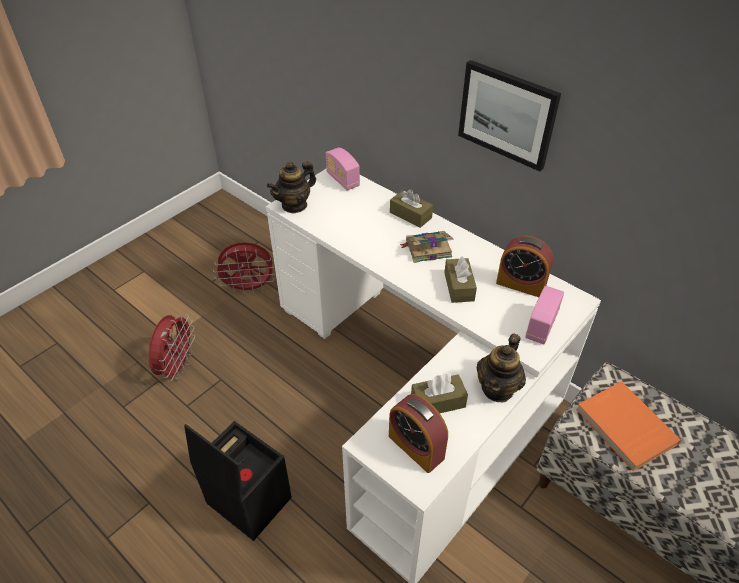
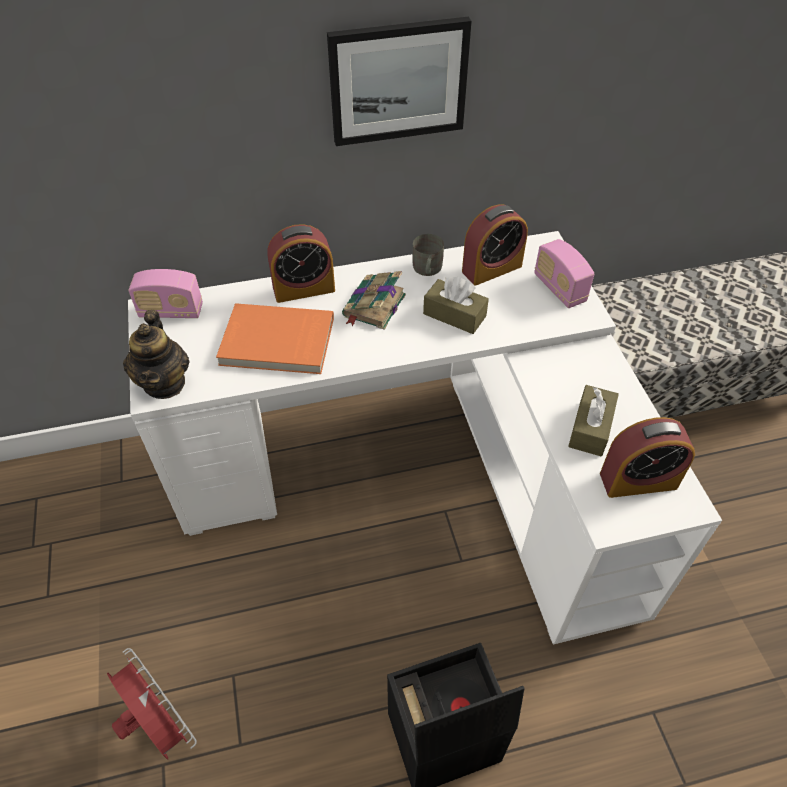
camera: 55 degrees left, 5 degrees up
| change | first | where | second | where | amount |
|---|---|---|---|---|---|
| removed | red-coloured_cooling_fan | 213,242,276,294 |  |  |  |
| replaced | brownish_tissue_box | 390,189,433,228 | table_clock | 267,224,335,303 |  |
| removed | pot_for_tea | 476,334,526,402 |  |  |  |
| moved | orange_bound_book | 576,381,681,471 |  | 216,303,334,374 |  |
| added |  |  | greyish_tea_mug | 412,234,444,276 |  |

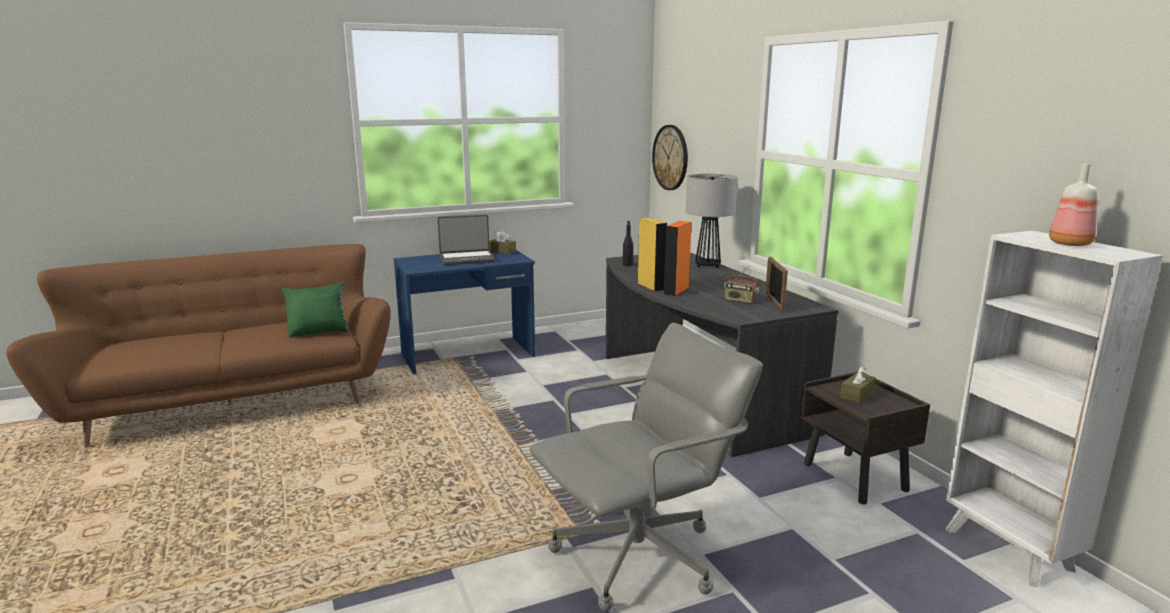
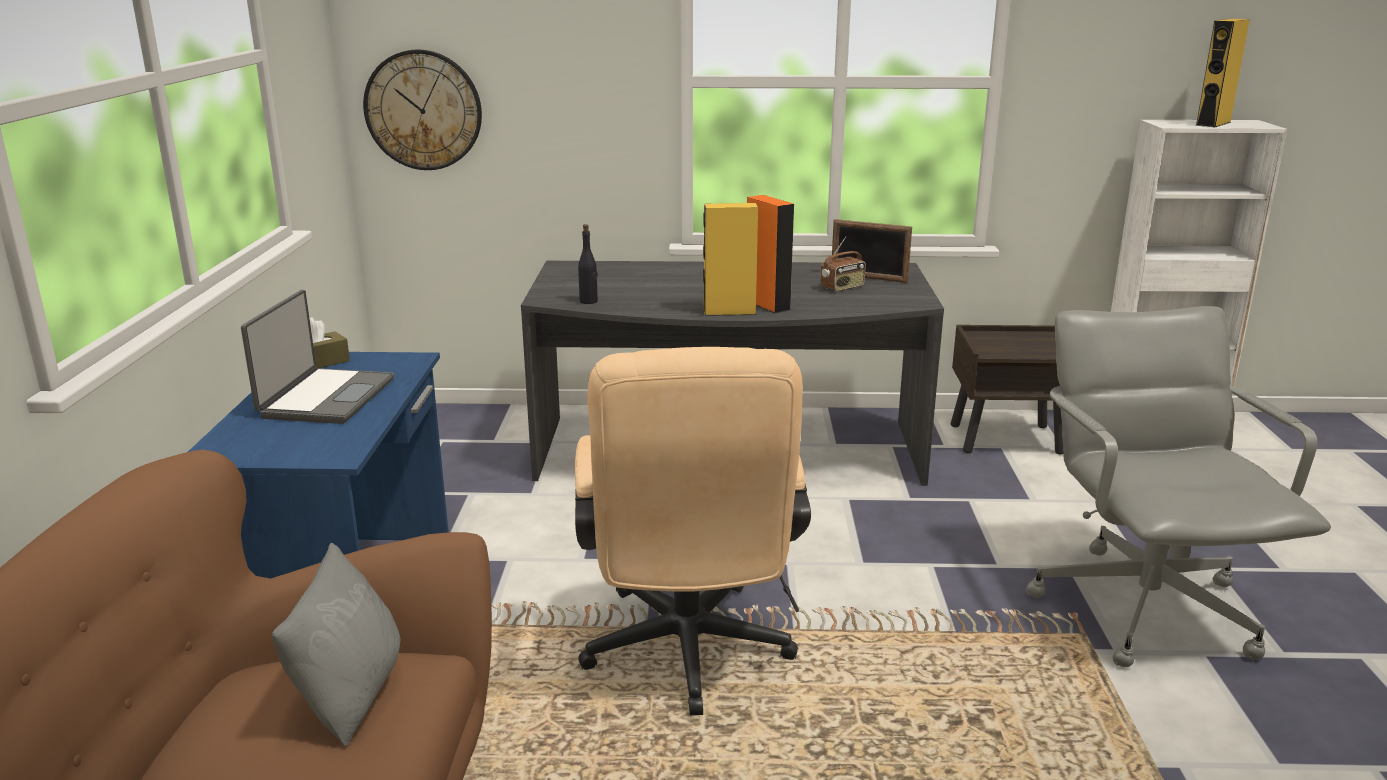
camera: 65 degrees left, 5 degrees up
| change | first | where | second | where | amount |
|---|---|---|---|---|---|
| recoloured | green_cushion | 282,281,349,338 | greyish_cushion | 272,543,400,746 |  |
| removed | table_lamp | 686,174,738,268 |  |  |  |
| removed | brownish_tissue_box | 840,366,876,403 |  |  |  |
| replaced | drink_bottle | 1049,164,1098,246 | yellow_audio_speaker | 1195,19,1250,127 |  |
| added |  |  | beige-coloured_computer_chair | 575,347,811,715 |  |

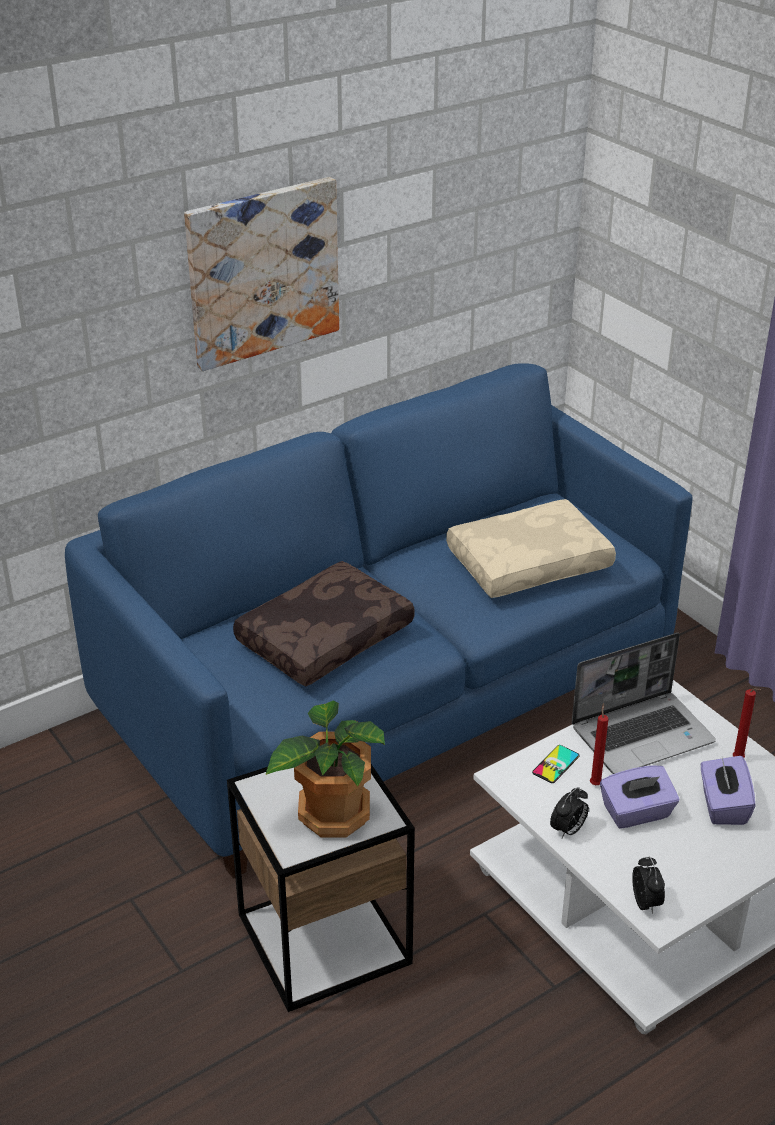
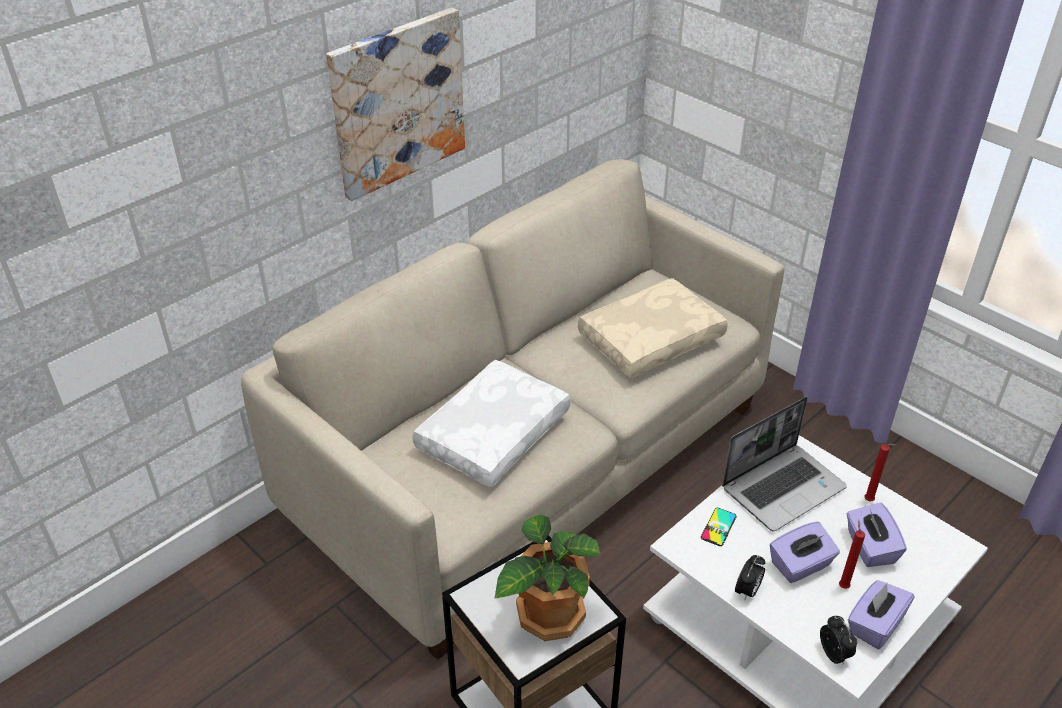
camera: 10 degrees left, 5 degrees up
| change | first | where | second | where | amount |
|---|---|---|---|---|---|
| recoloured | blue-coloured_settee | 65,363,693,878 | beige-coloured_settee | 241,160,784,660 |  |
| recoloured | brownish_cushion | 233,561,415,687 | white_cushion | 412,360,571,487 |  |
| moved | red-coloured_candle | 590,703,609,785 |  | 839,520,865,589 |  |
| added |  |  | purple_tissue_box | 848,580,914,649 |  |

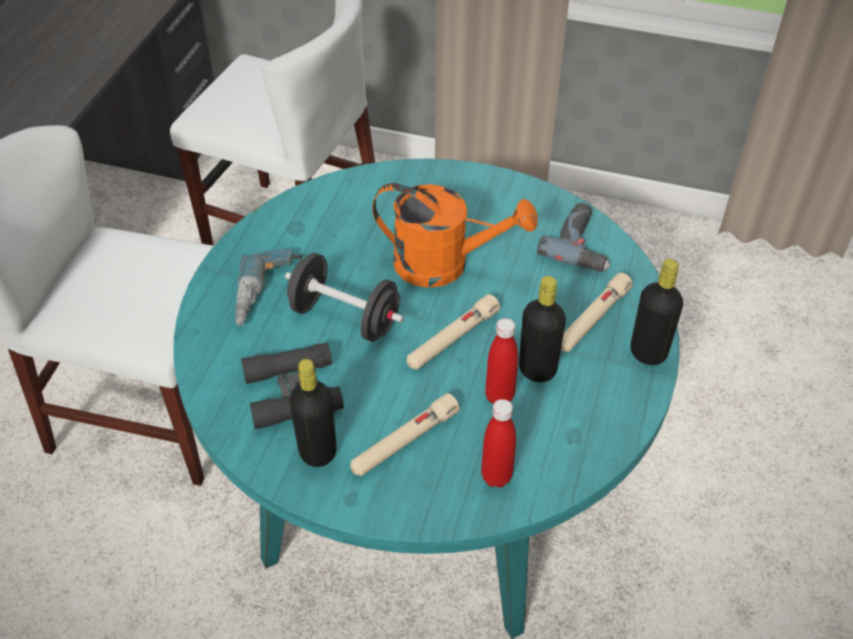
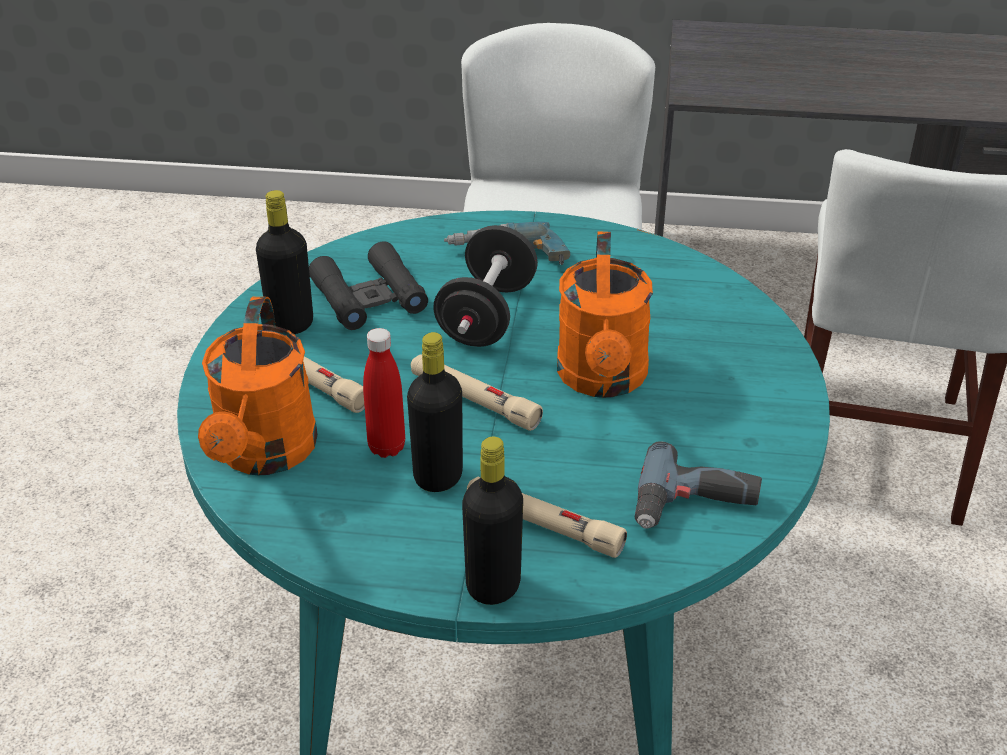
camera: 80 degrees right, 10 degrees down
| change | first | where | second | where | amount |
|---|---|---|---|---|---|
| replaced | red-coloured_drink_bottle | 481,399,516,488 | orange_watering_pot | 198,297,318,475 |  |

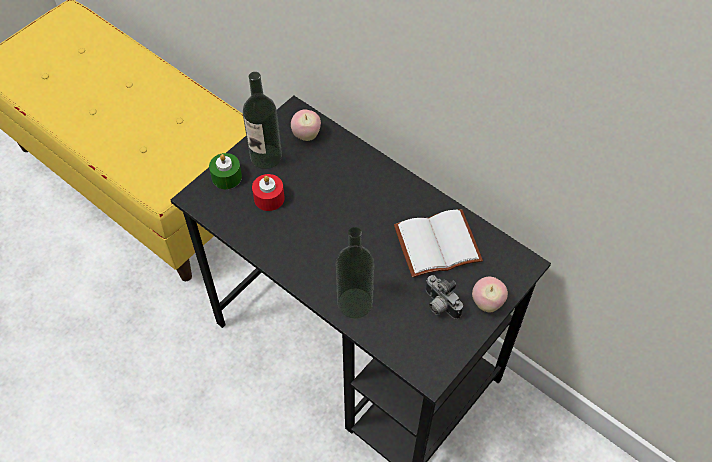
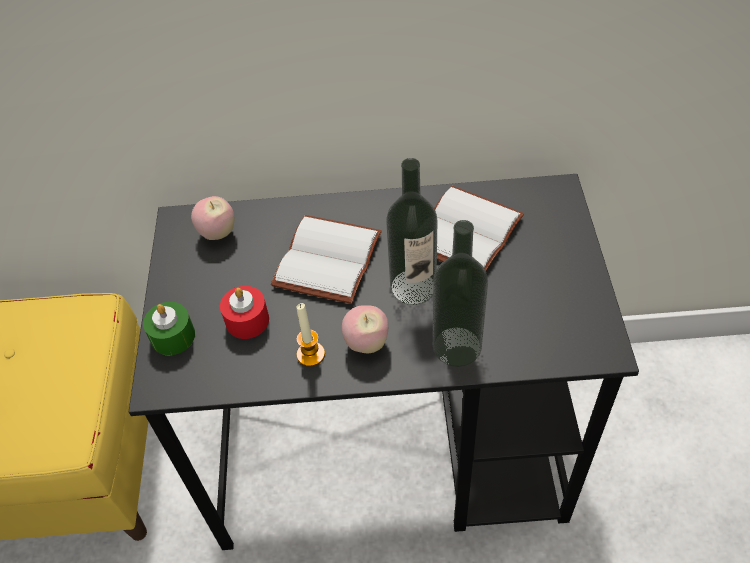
camera: 40 degrees left, 5 degrees down
| change | first | where | second | where | amount |
|---|---|---|---|---|---|
| moved | drink_bottle | 243,72,282,169 |  | 386,158,438,305 |  |
| removed | photo_camera | 426,275,463,319 |  |  |  |
| moved | apple | 472,277,508,312 |  | 342,305,388,353 |  |
| added |  |  | white_bound_book | 271,215,382,304 |  |
| added |  |  | candle | 296,303,325,367 |  |

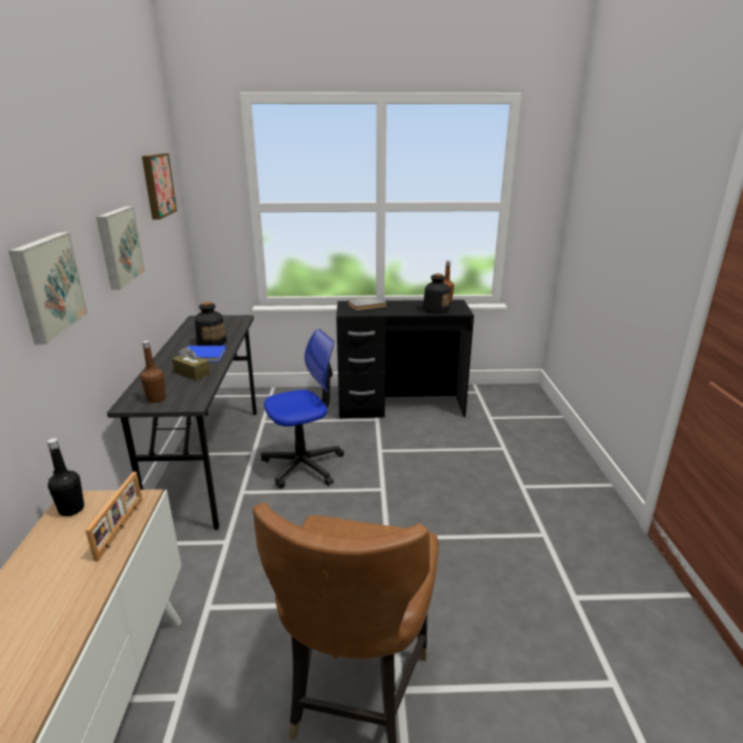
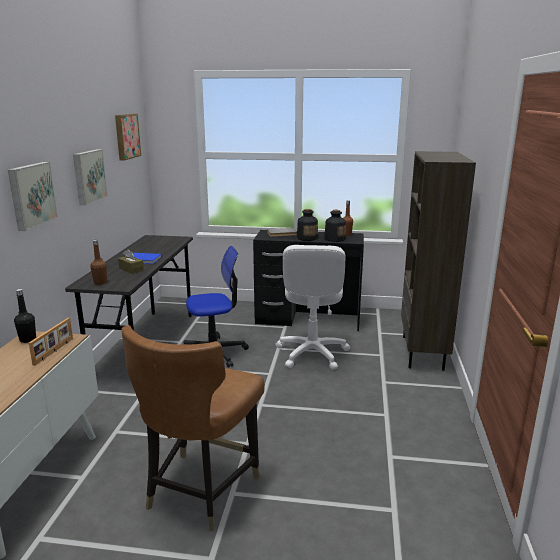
camera: 10 degrees right, 5 degrees down
| change | first | where | second | where | amount |
|---|---|---|---|---|---|
| moved | drink_bottle | 195,302,227,346 |  | 297,209,318,241 |  |
| added |  |  | white_computer_chair | 275,245,350,370 |  |
| added |  |  | brownish_bookcase | 401,151,476,371 |  |

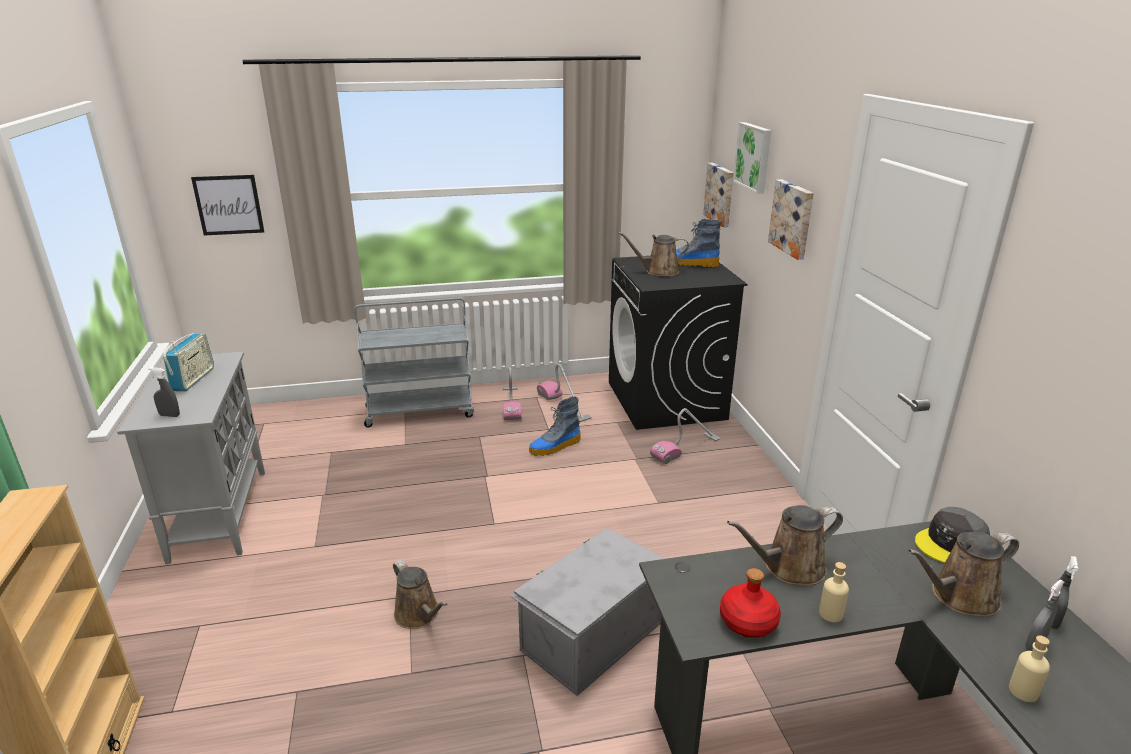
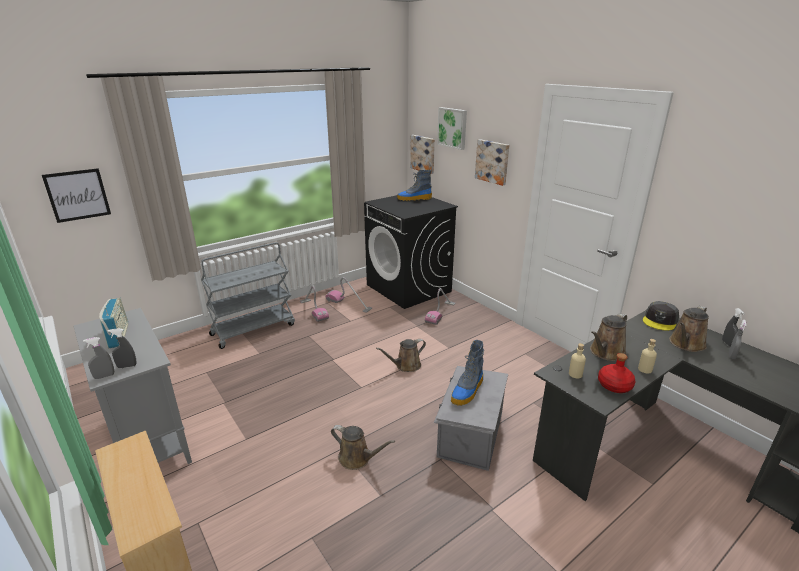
camera: 25 degrees left, 0 degrees up
| change | first | where | second | where | amount |
|---|---|---|---|---|---|
| moved | boot | 529,396,581,456 |  | 451,340,484,406 |  |
| moved | brownish_watering_pot | 619,232,689,277 |  | 376,339,426,372 |  |
| moved | beige-coloured_drink_bottle | 1009,635,1050,702 |  | 569,343,586,378 |  |
| added |  |  | greyish_spray_bottle | 83,337,114,379 |  |

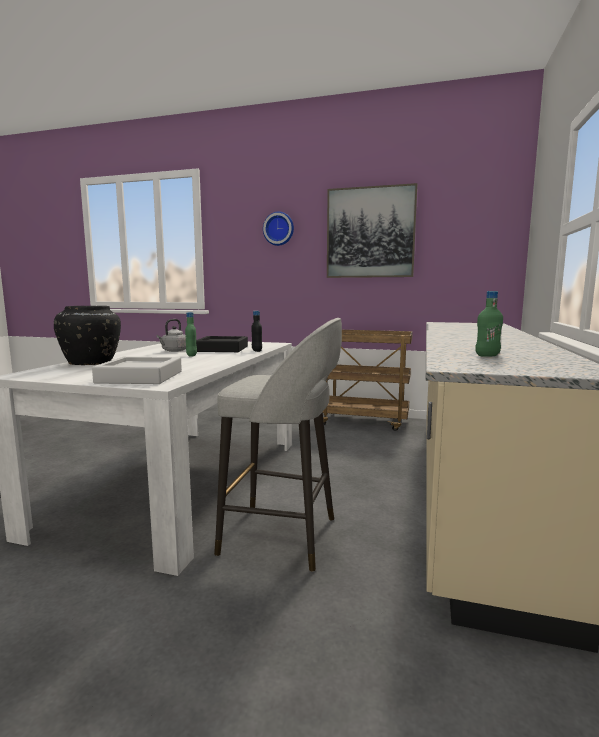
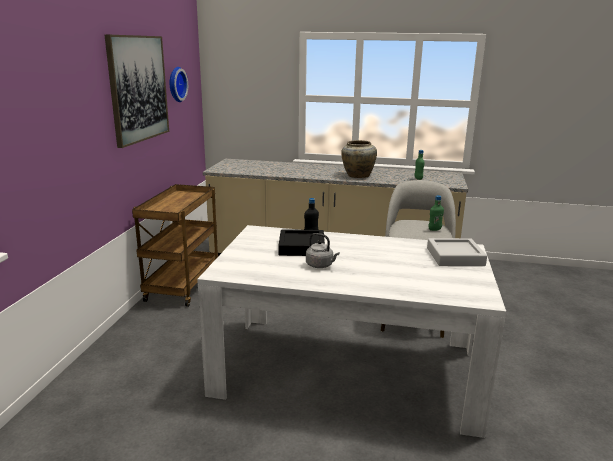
camera: 95 degrees left, 10 degrees up
| change | first | where | second | where | amount |
|---|---|---|---|---|---|
| removed | blackish_flower_vase | 54,306,121,365 |  |  |  |
| moved | green_drink_bottle | 185,312,197,357 |  | 428,195,444,231 |  |
| moved | hanging_clock | 263,212,294,246 |  | 170,67,188,102 |  |
| added |  |  | beige-coloured_flower_vase | 341,140,377,178 |  |

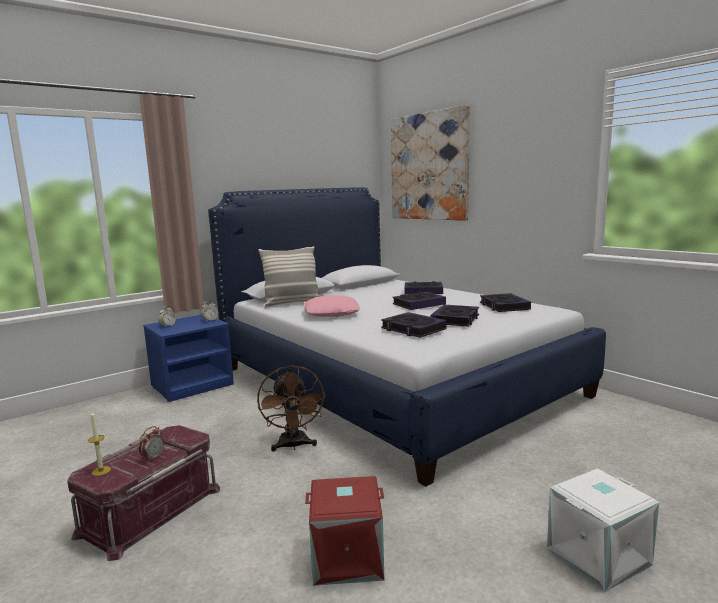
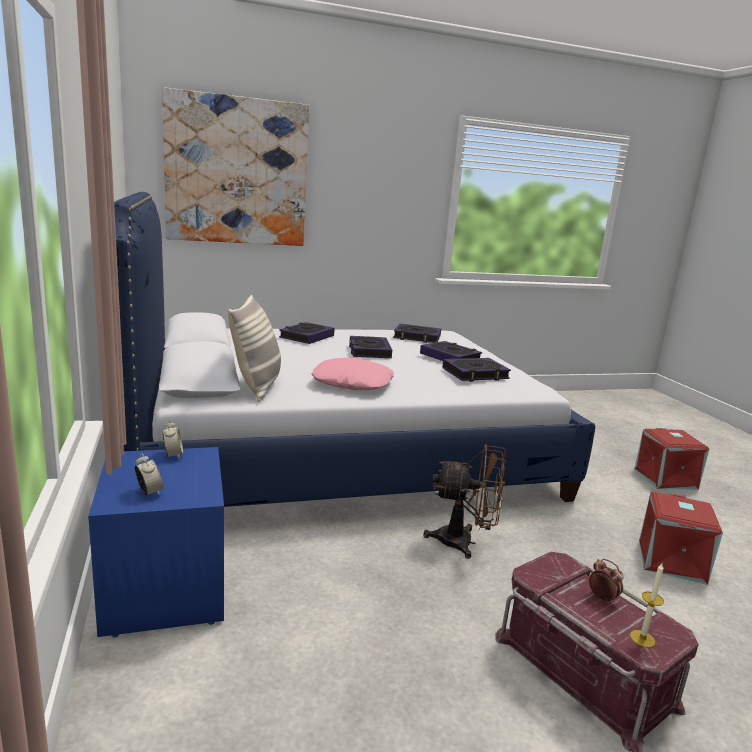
camera: 70 degrees left, 5 degrees up
| change | first | where | second | where | amount |
|---|---|---|---|---|---|
| recoloured | white_storage_bin | 547,468,659,592 | red-coloured_storage_bin | 634,428,709,490 |  |

